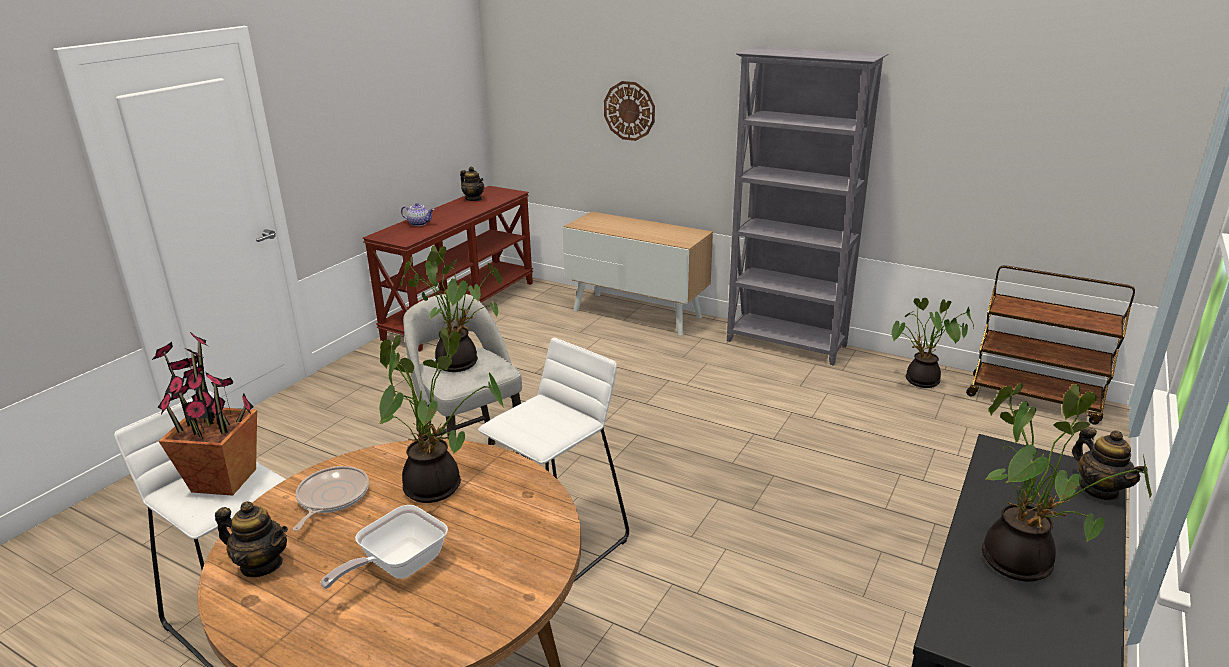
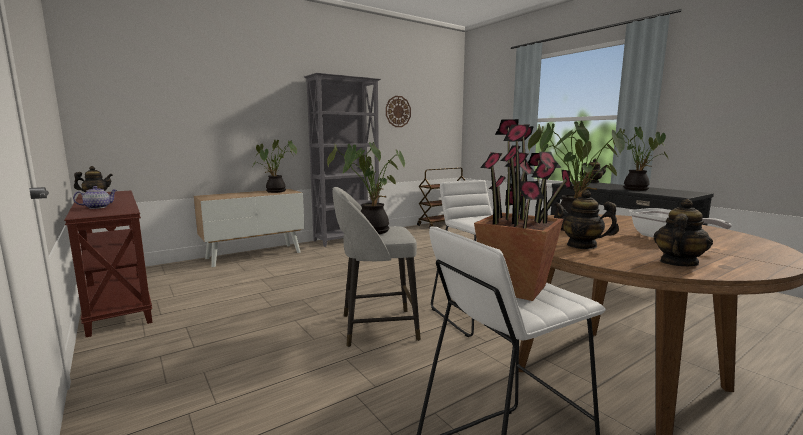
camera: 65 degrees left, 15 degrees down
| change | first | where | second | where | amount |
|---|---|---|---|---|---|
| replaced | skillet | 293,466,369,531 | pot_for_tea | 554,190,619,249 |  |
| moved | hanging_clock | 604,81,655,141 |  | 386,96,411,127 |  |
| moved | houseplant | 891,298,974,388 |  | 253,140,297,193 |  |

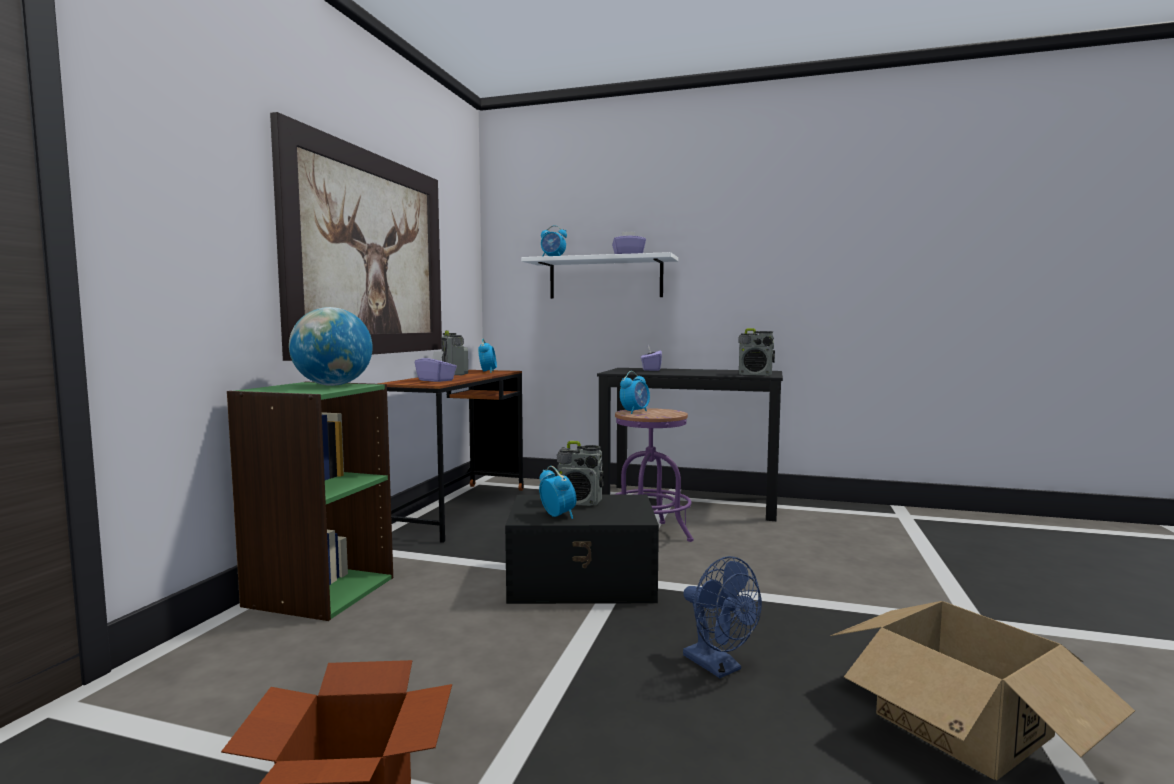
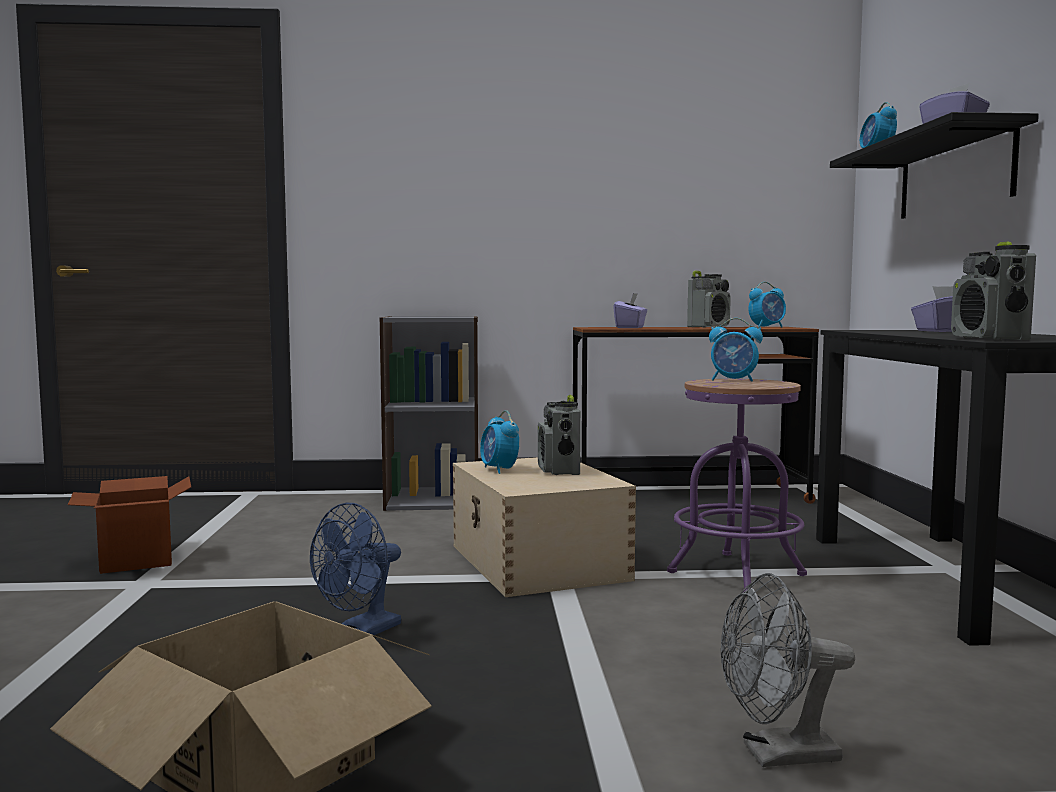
camera: 70 degrees right, 0 degrees up
| change | first | where | second | where | amount |
|---|---|---|---|---|---|
| recoloured | green_bookcase | 227,382,393,621 | greyish_bookcase | 380,316,478,511 |  |
| removed | wall_art | 270,112,442,361 |  |  |  |
| removed | world_globe | 289,307,373,386 |  |  |  |
| recoloured | blackish_storage_bin | 505,494,659,604 | beige-coloured_storage_bin | 453,457,636,597 |  |
| recoloured | white_wall_shelf | 521,252,678,299 | blackish_wall_shelf | 830,112,1039,219 |  |
| turned | table_clock | 539,466,576,519 |  | 480,410,519,474 | 120 degrees clockwise |
| added |  |  | greyish_cooling_fan | 721,573,855,767 |  |

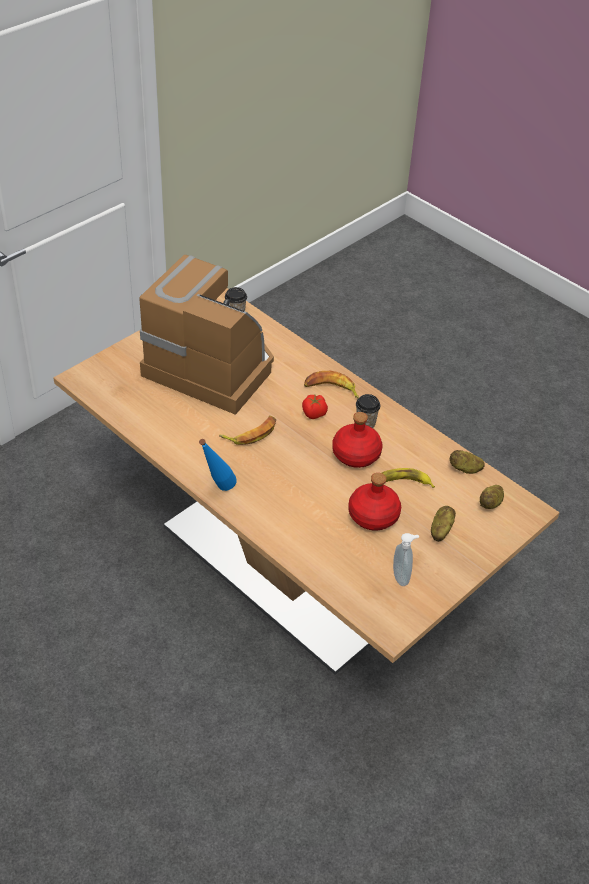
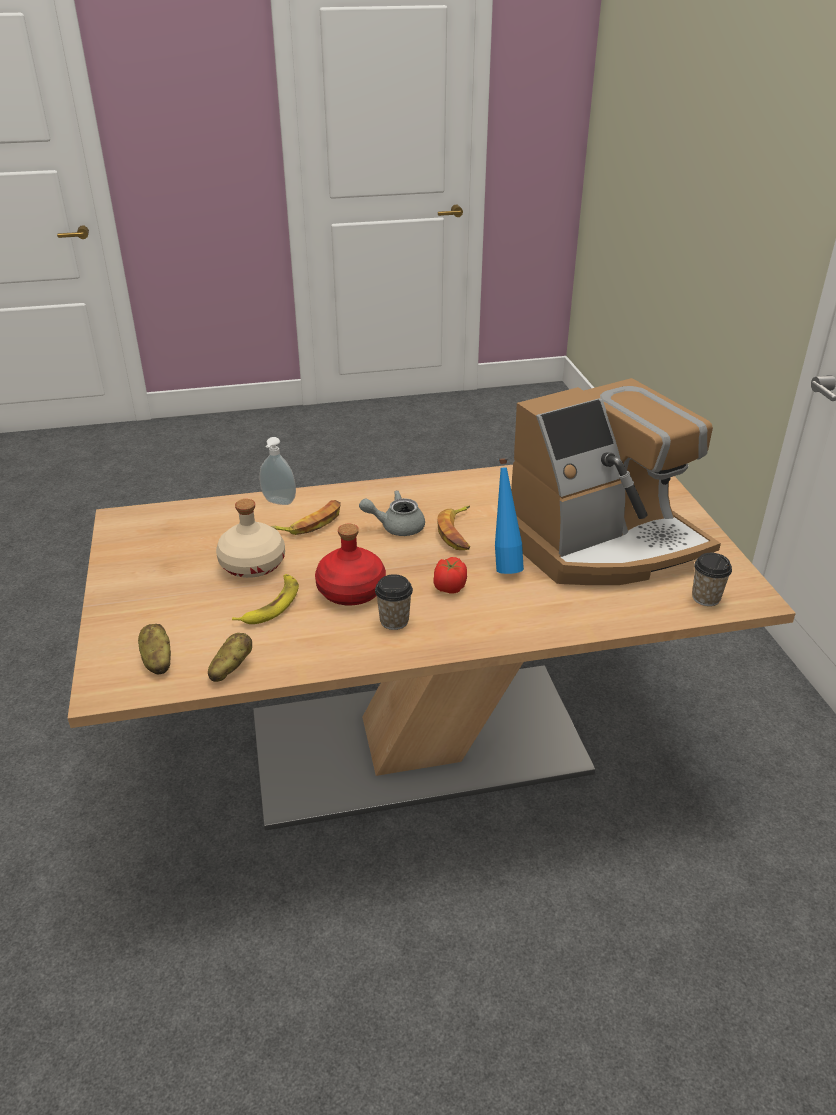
camera: 125 degrees right, 10 degrees down
| change | first | where | second | where | amount |
|---|---|---|---|---|---|
| moved | blue-coloured_drink_bottle | 199,439,237,491 |  | 495,458,524,574 |  |
| moved | banana_fruit | 304,371,359,399 |  | 271,500,341,535 |  |
| recoloured | red-coloured_drink_bottle | 348,473,401,531 | beige-coloured_drink_bottle | 216,499,285,578 |  |
| moved | soap_bottle | 393,533,419,586 |  | 260,437,296,505 |  |
| removed | spud | 431,506,456,542 |  |  |  |
| added |  |  | greyish_pot_for_tea | 359,490,425,536 |  |

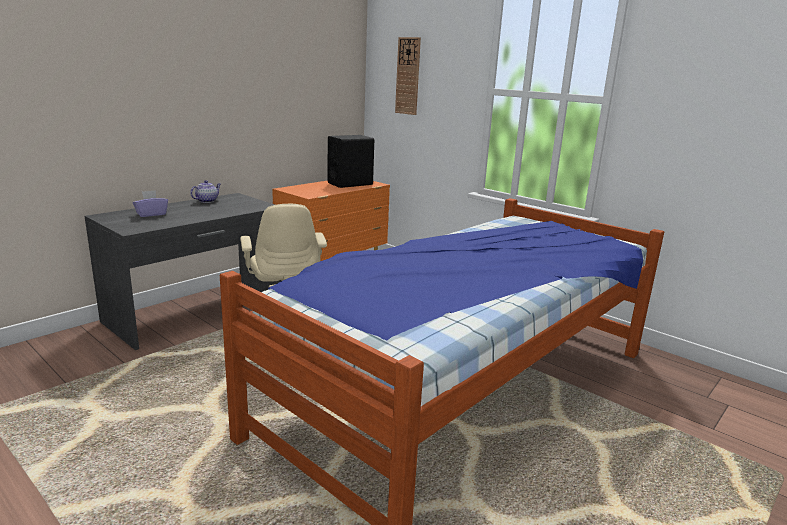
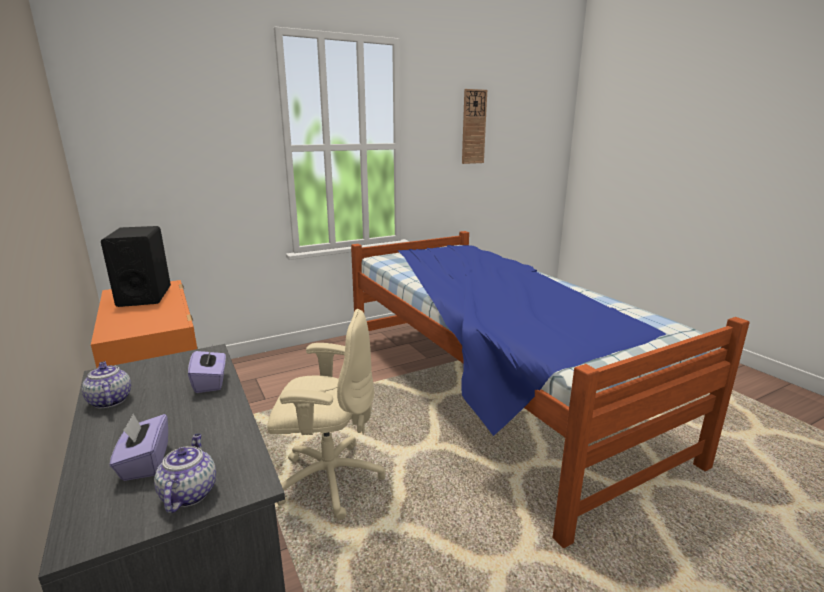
camera: 70 degrees left, 0 degrees up
| change | first | where | second | where | amount |
|---|---|---|---|---|---|
| moved | hanging_clock | 395,37,421,115 |  | 462,89,487,164 |  |
| added |  |  | pot_for_tea | 154,434,216,513 |  |
| added |  |  | purple_tissue_box | 188,347,226,393 |  |

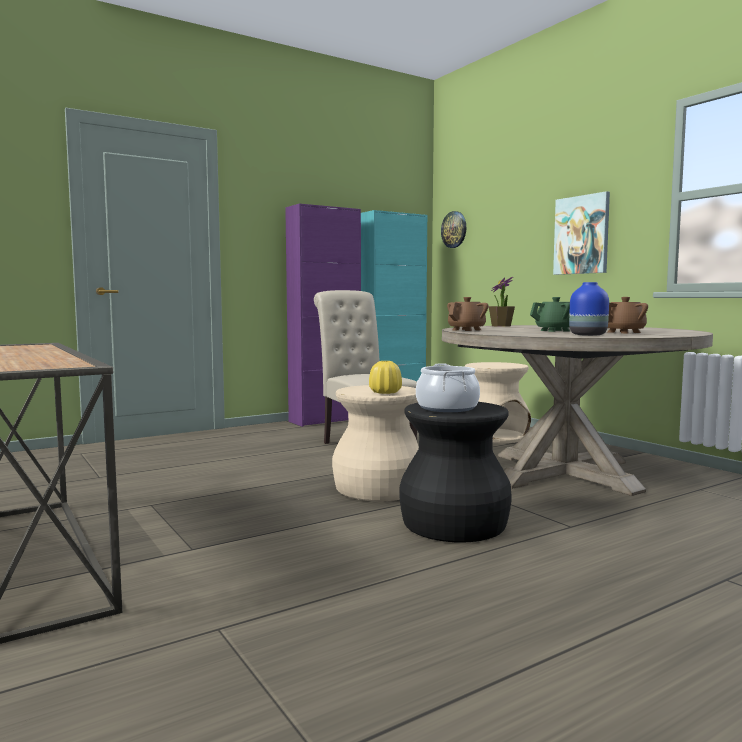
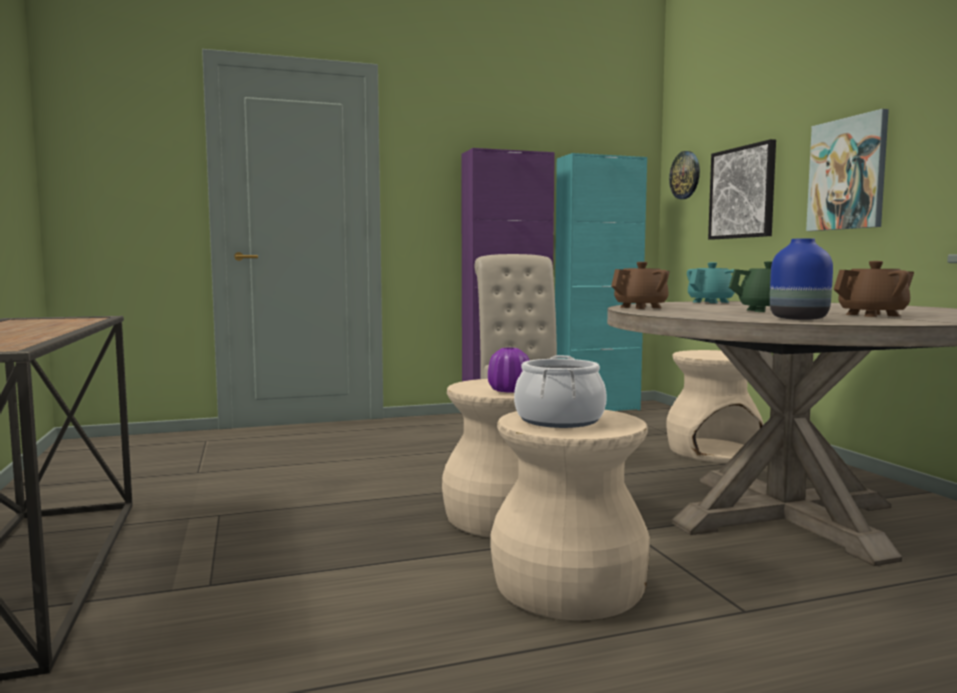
camera: 15 degrees right, 0 degrees up
| change | first | where | second | where | amount |
|---|---|---|---|---|---|
| recoloured | yellow_flower_vase | 369,361,402,394 | purple_flower_vase | 488,348,530,393 |  |
| recoloured | blackish_stool | 399,402,511,543 | beige-coloured_stool | 490,410,650,620 |  |
| replaced | houseplant | 489,277,515,327 | blue-green_pot_for_tea | 687,262,735,303 |  |
| added |  |  | wall_art | 708,139,776,240 |  |

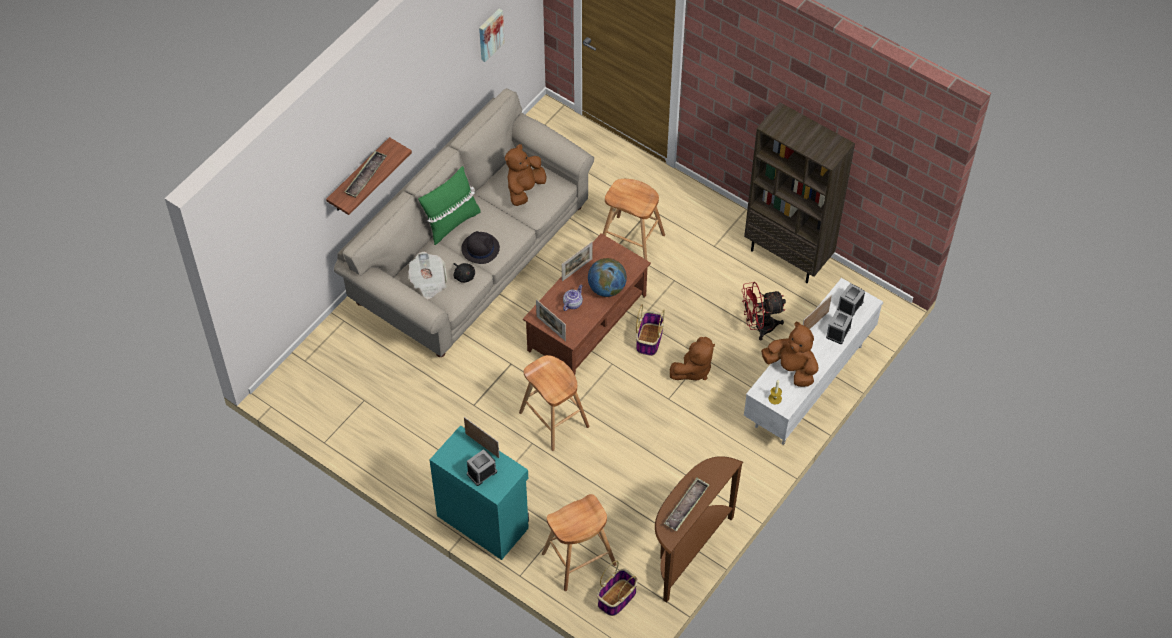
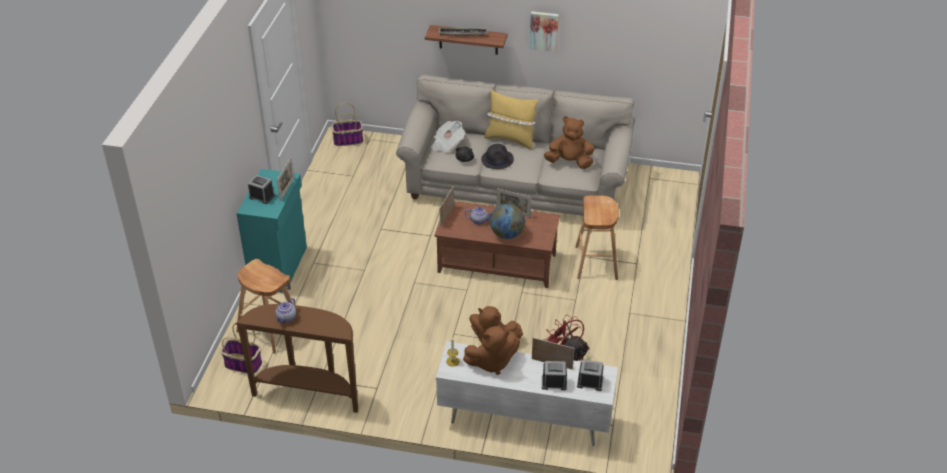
camera: 65 degrees right, 15 degrees down
| change | first | where | second | where | amount |
|---|---|---|---|---|---|
| recoloured | green_cushion | 418,166,481,245 | yellow_cushion | 484,90,538,149 |  |
| moved | wall_art | 479,9,505,62 |  | 529,11,559,52 |  |
| removed | brownish_stool | 519,355,589,451 |  |  |  |
| moved | storage_basket | 636,304,665,356 |  | 331,103,363,146 |  |
| replaced | serving_tray | 664,478,709,531 | pot_for_tea | 275,298,296,323 |  |
| removed | brownish_bookcase | 744,102,855,283 |  |  |  |
| turned | brownish_soft_toy | 761,322,818,387 |  | 463,326,520,375 | 60 degrees clockwise |

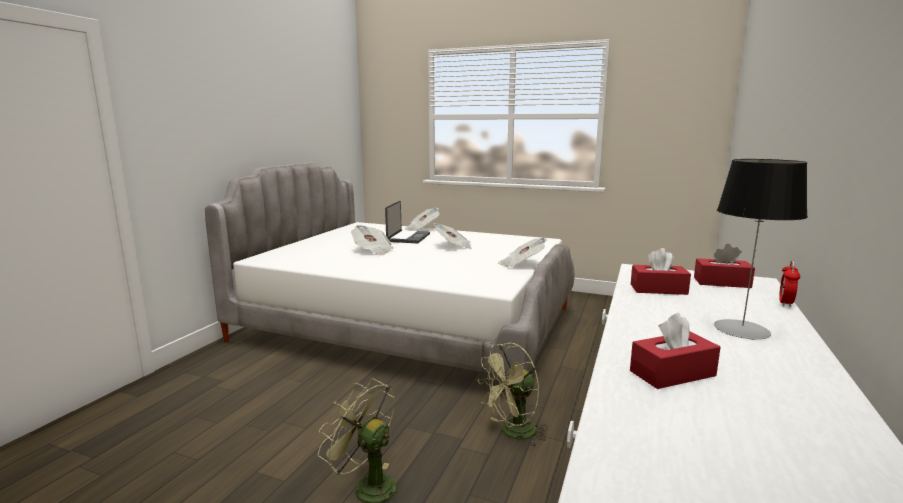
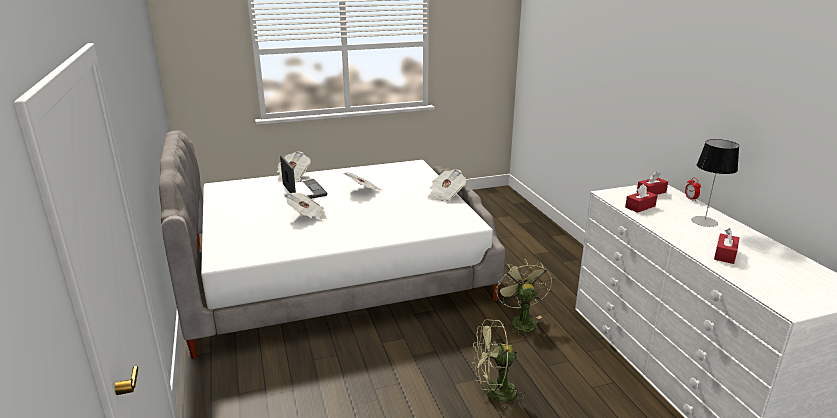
camera: 40 degrees left, 10 degrees up
| change | first | where | second | where | amount |
|---|---|---|---|---|---|
| turned | green_cooling_fan | 478,343,548,447 |  | 495,261,552,337 | 150 degrees clockwise |

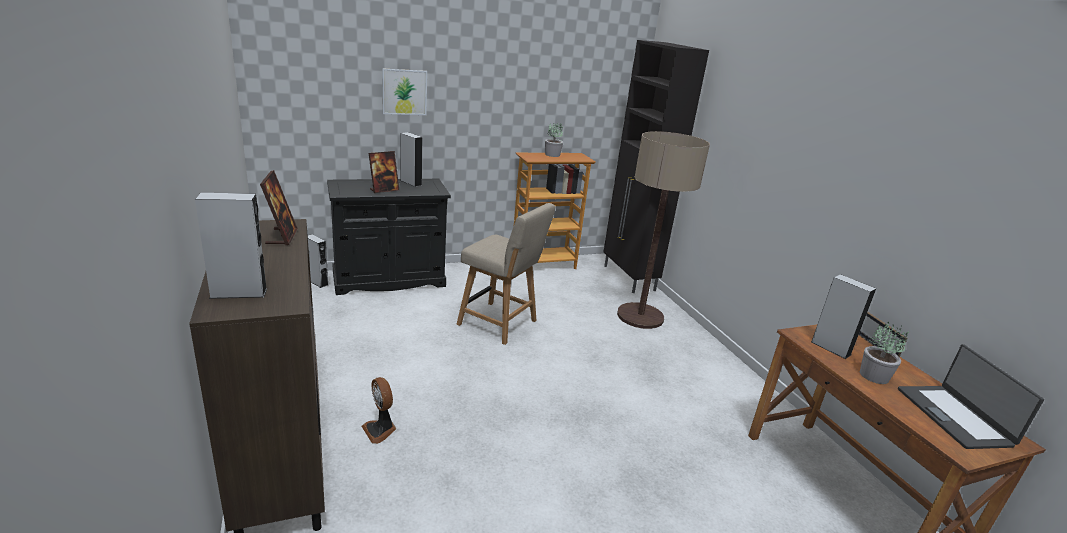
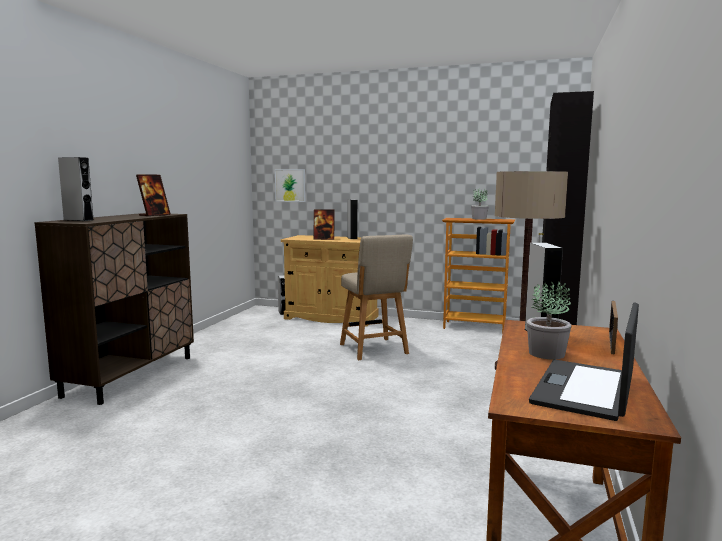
camera: 40 degrees right, 15 degrees down
| change | first | where | second | where | amount |
|---|---|---|---|---|---|
| recoloured | blackish_cabinet | 327,179,451,295 | beige-coloured_cabinet | 281,235,379,327 |  |
| removed | cooling_fan | 362,377,396,444 |  |  |  |
| moved | wall_art | 382,68,427,115 |  | 275,169,306,202 |  |

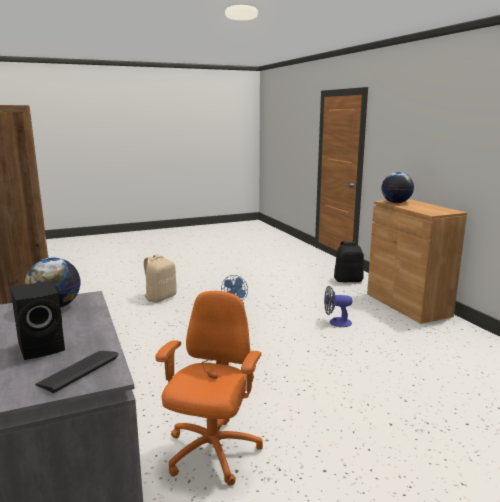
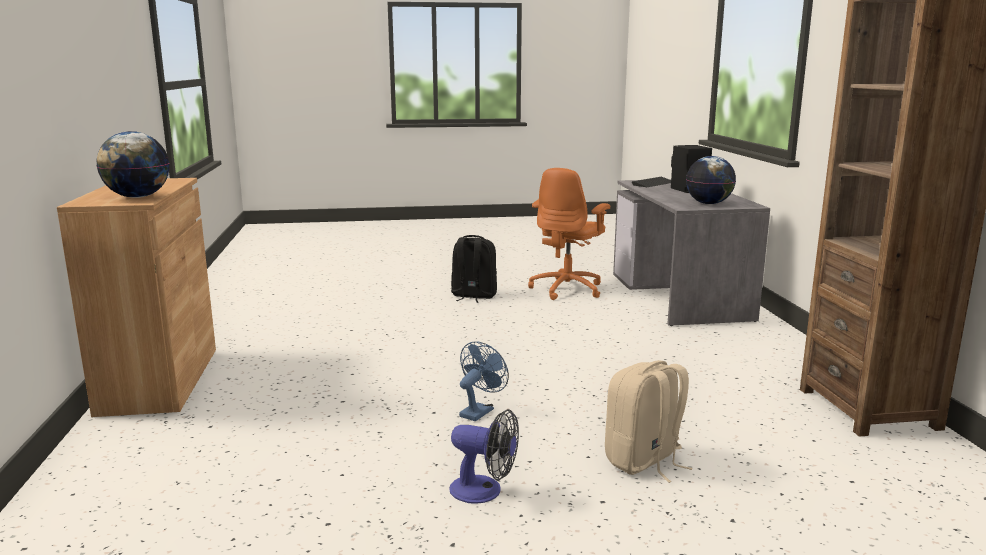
camera: 165 degrees left, 0 degrees up
| change | first | where | second | where | amount |
|---|---|---|---|---|---|
| moved | cooling_fan | 324,286,352,327 |  | 449,409,519,504 |  |
| moved | blackish_backpack | 334,241,364,282 |  | 451,235,497,303 |  |

